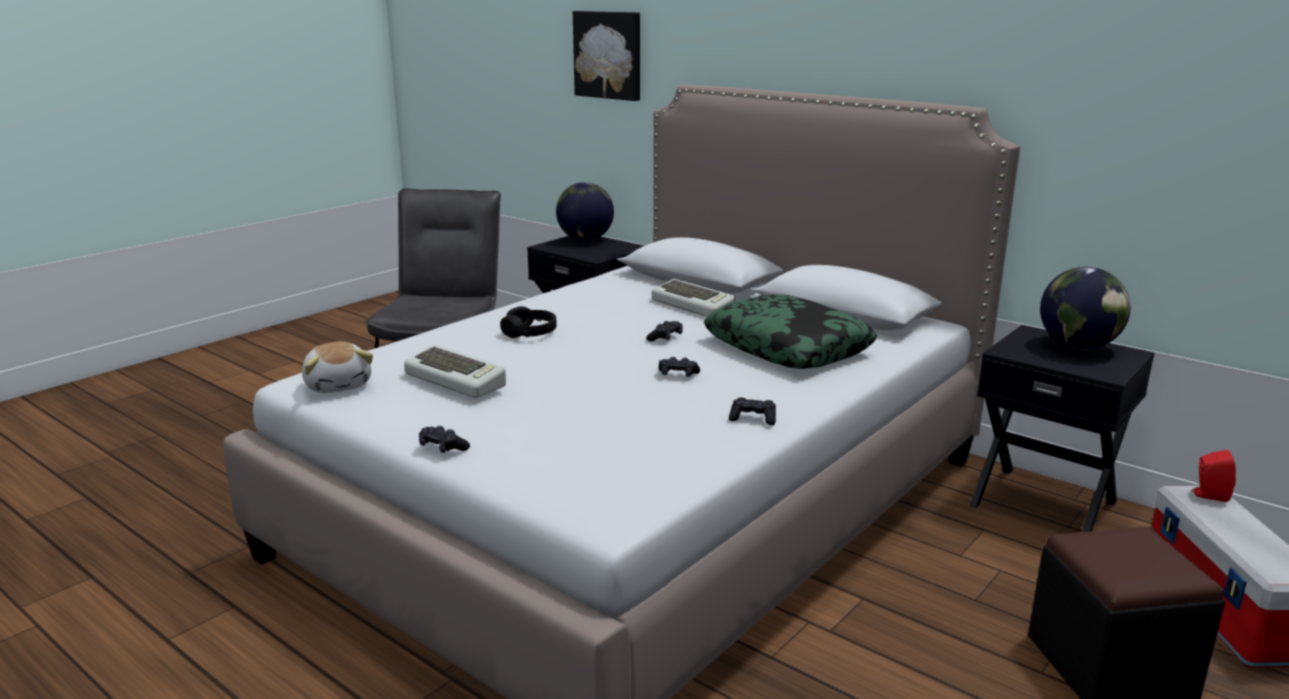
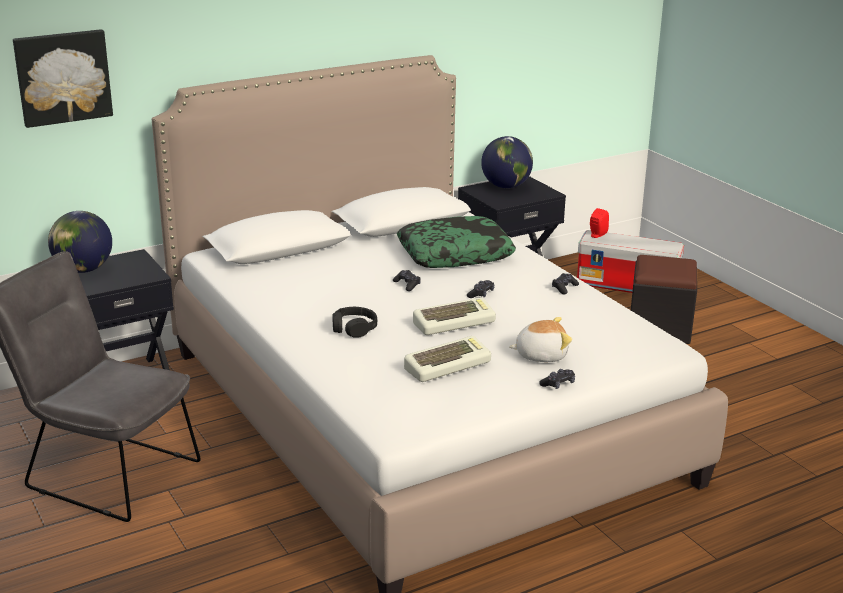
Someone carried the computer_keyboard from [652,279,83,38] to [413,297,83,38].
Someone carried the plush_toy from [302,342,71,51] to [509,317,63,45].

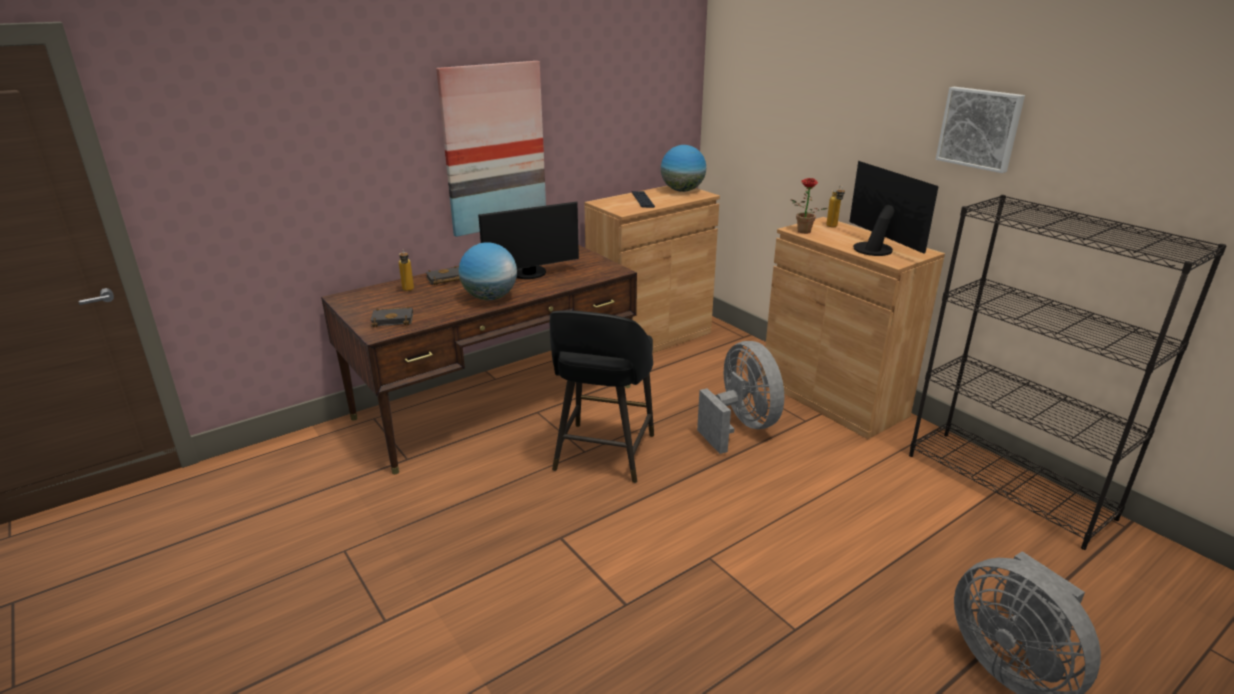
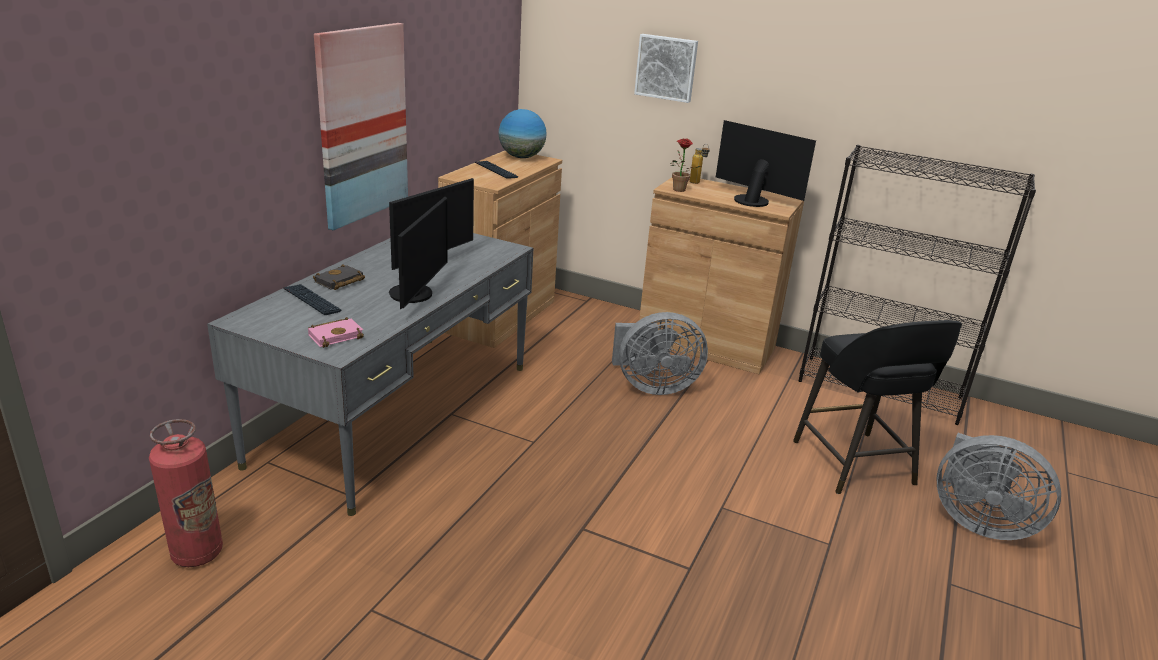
Someone carried the wall_picture from [936,87,89,86] to [634,34,64,69].
Someone swapped the globe at [459,243,58,57] for the computer_display at [389,197,59,112].
Someone repainted the brown-coloured_desk_unit at [321,245,316,229], which became the gray_desk_unit at [207,233,326,283].
Someone swapped the bottle at [399,250,15,41] for the computer_keyboard at [283,284,58,31].
Someone repainted the blackish_volume at [370,306,43,21], which became the pinkish_volume at [308,317,56,31].
Someone carried the blackish_stool from [550,310,104,173] to [793,320,169,174].
Someone rotated the gray_electric_fan at [697,341,87,113] by 135 degrees clockwise.
Someone put down the fire_extinguisher at [149,419,74,148].

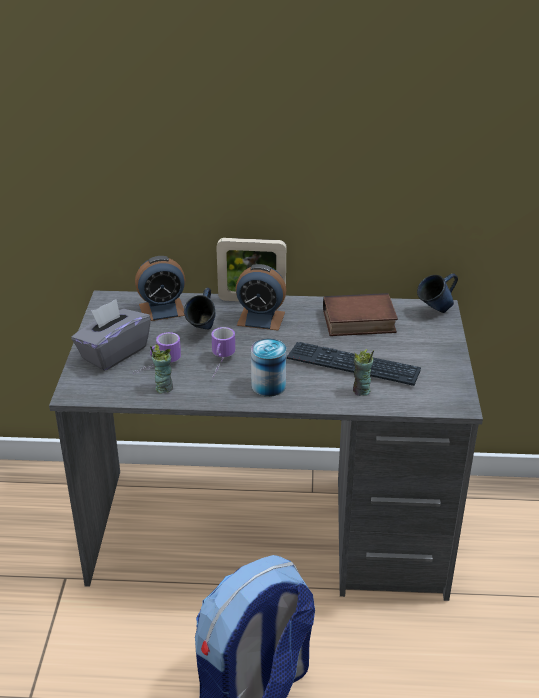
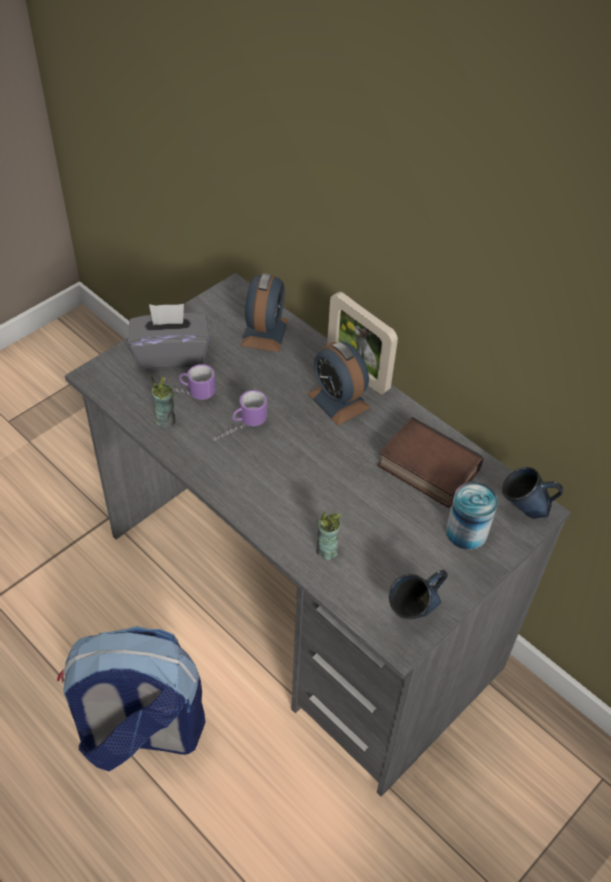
Someone rotated the bedside_clock at [135,256,50,65] by 105 degrees counterclockwise.
Someone carried the bluish_mug from [184,288,32,42] to [389,570,59,49].
Someone carried the metal_can from [251,338,35,59] to [446,482,52,68].
Someone took away the computer_keyboard at [287,342,134,44].

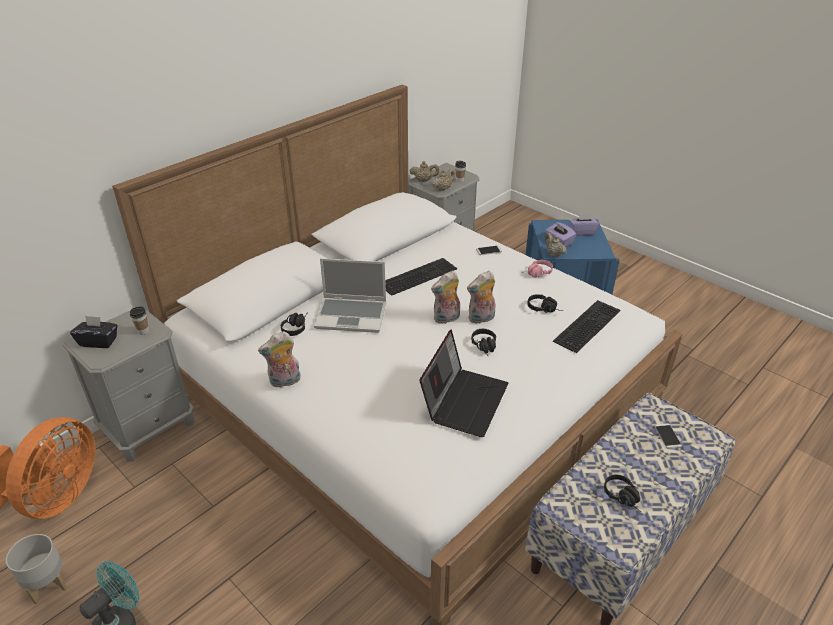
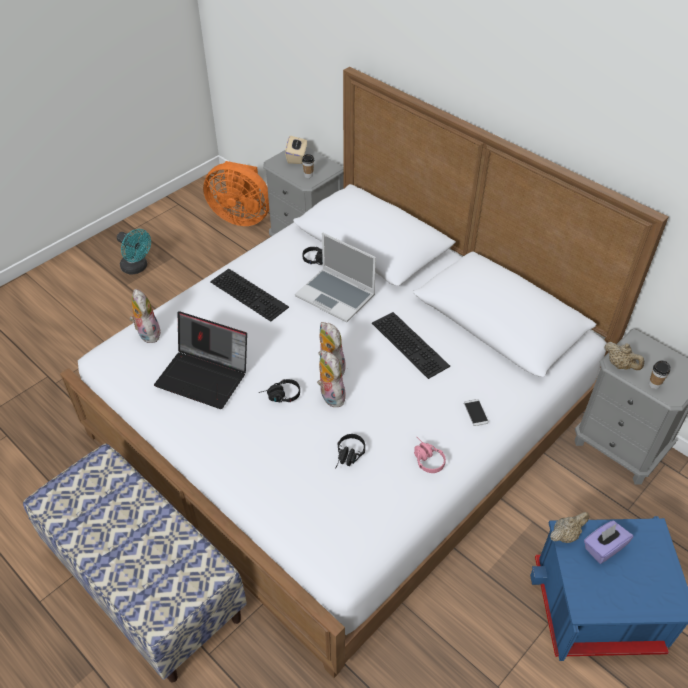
Someone took away the sand-coloured_tea_pot at [410,161,29,21].
Someone took away the purple-coloured_box_of_tissues at [569,213,30,23].
Someone rotated the portable_computer at [314,258,72,75] by 60 degrees counterclockwise.
Someone carried the computer_keyboard from [553,300,68,53] to [210,269,79,52].
Someone repainted the blackish_box_of_tissues at [70,316,47,32], which became the sand-coloured_box_of_tissues at [285,136,22,28].
Someone carried the plush_toy from [258,331,43,57] to [130,289,31,54].
Someone took away the telephone at [655,423,27,26].
Someone took away the blackish_headset at [604,475,37,37].
Someone took away the gray_plant_pot at [6,534,61,70].

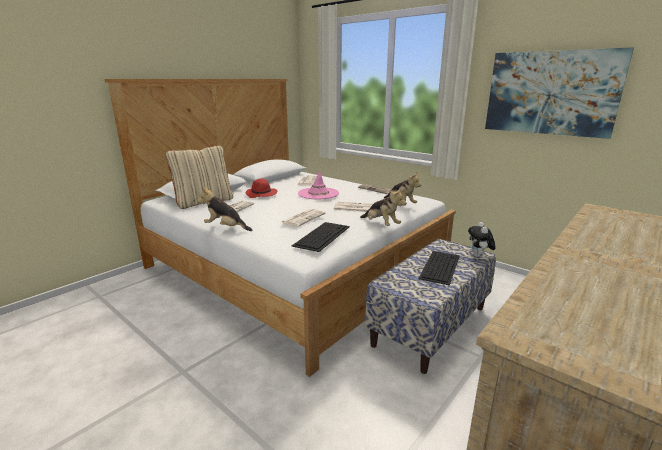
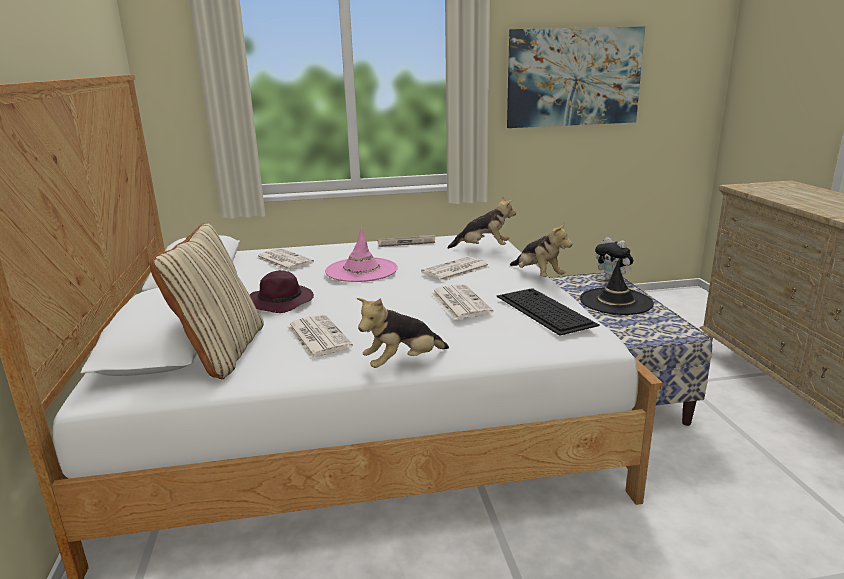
Someone repainted the red_wearable_hat at [246,179,31,19], which became the purple-coloured_wearable_hat at [250,270,64,43].
Someone rotated the plush_toy at [360,189,46,37] by 60 degrees clockwise.
Someone swapped the computer_keyboard at [419,251,41,35] for the blackish_wearable_hat at [580,260,74,55].

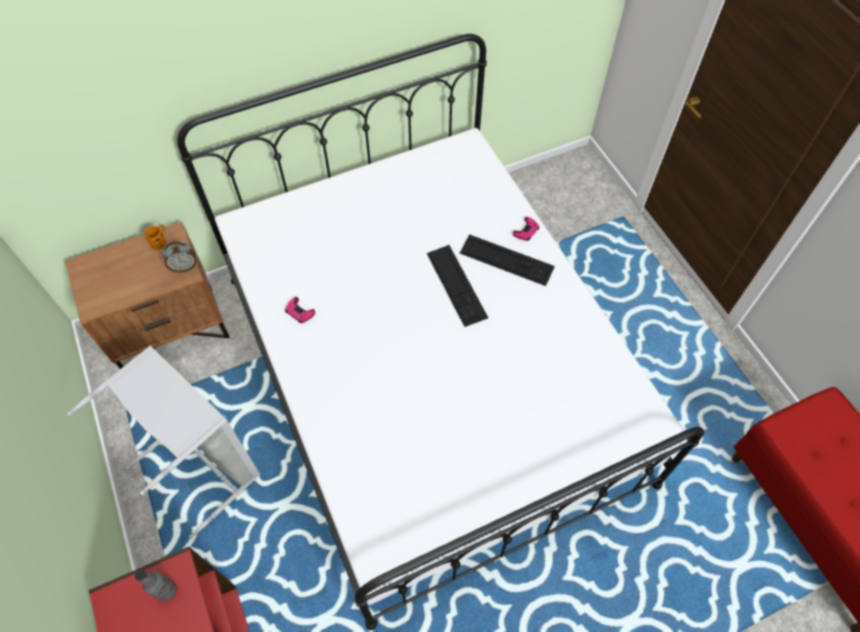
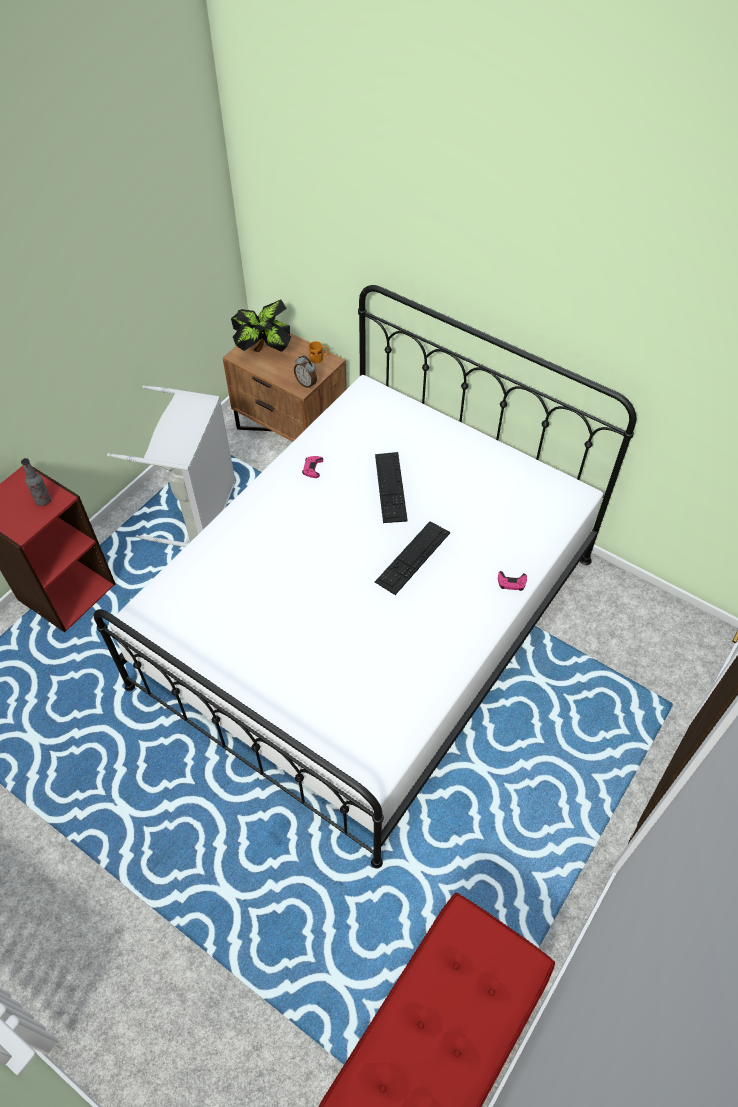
Someone carried the computer_keyboard from [460,234,95,52] to [375,452,33,71].
Someone put down the plant_in_a_pot at [231,300,60,52].

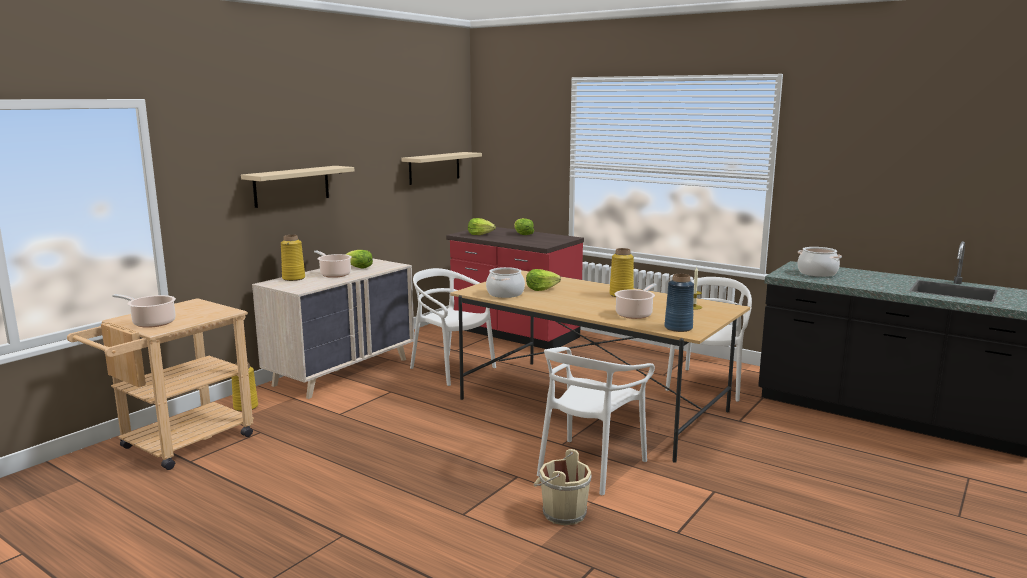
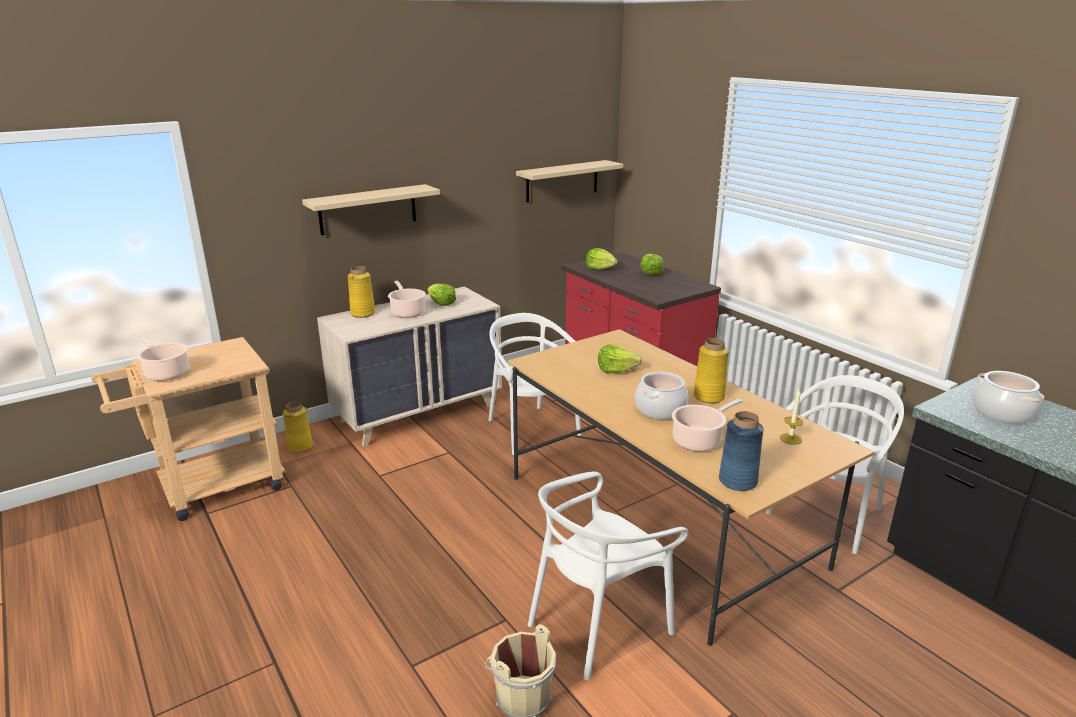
Someone carried the stockpot from [486,267,39,31] to [635,372,53,48].

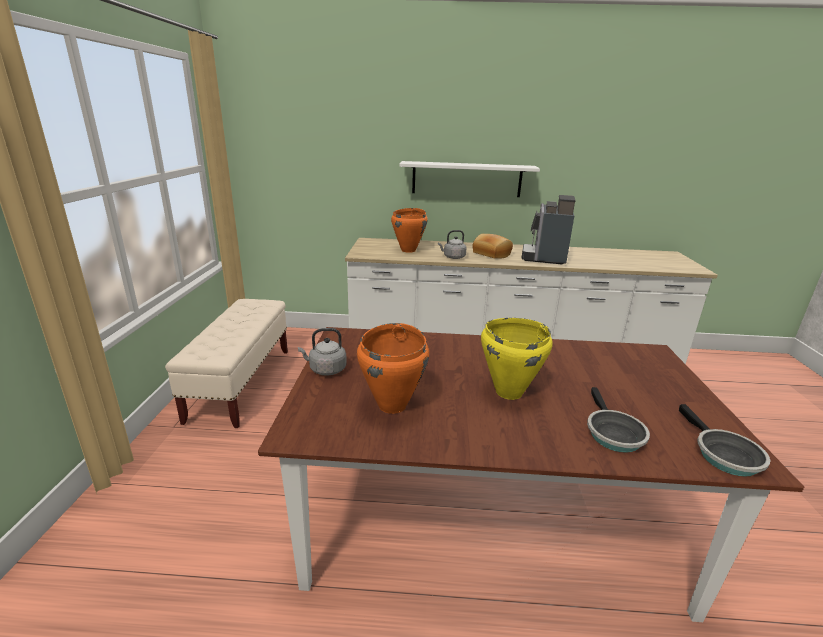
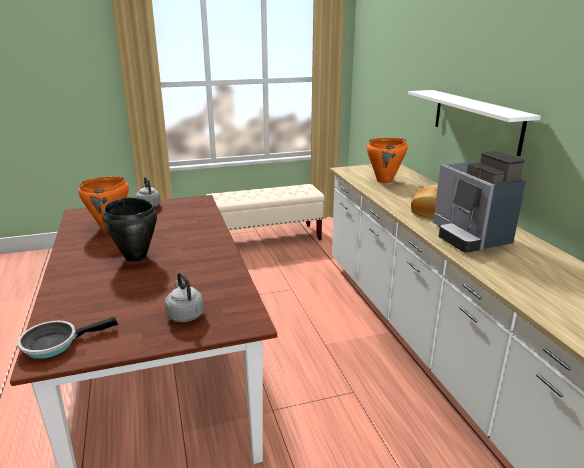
Someone rotated the coffee_machine at [521,195,55,69] by 105 degrees counterclockwise.
Someone carried the gray_kettle from [438,230,28,29] to [165,272,39,50].
Someone repainted the yellow_stockpot at [481,318,72,82], which became the blackish_stockpot at [102,198,55,64].
Someone took away the pan at [587,387,63,65].

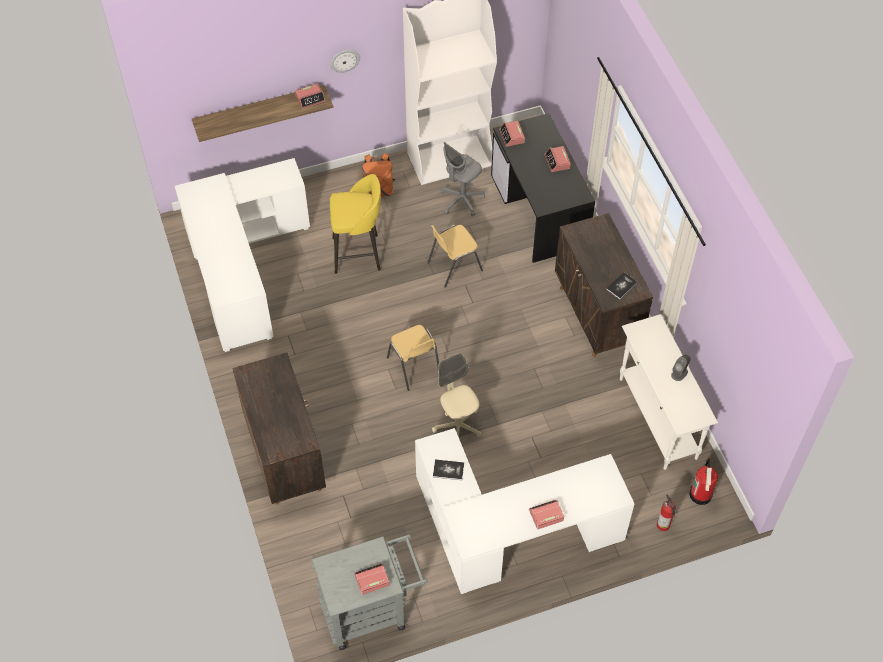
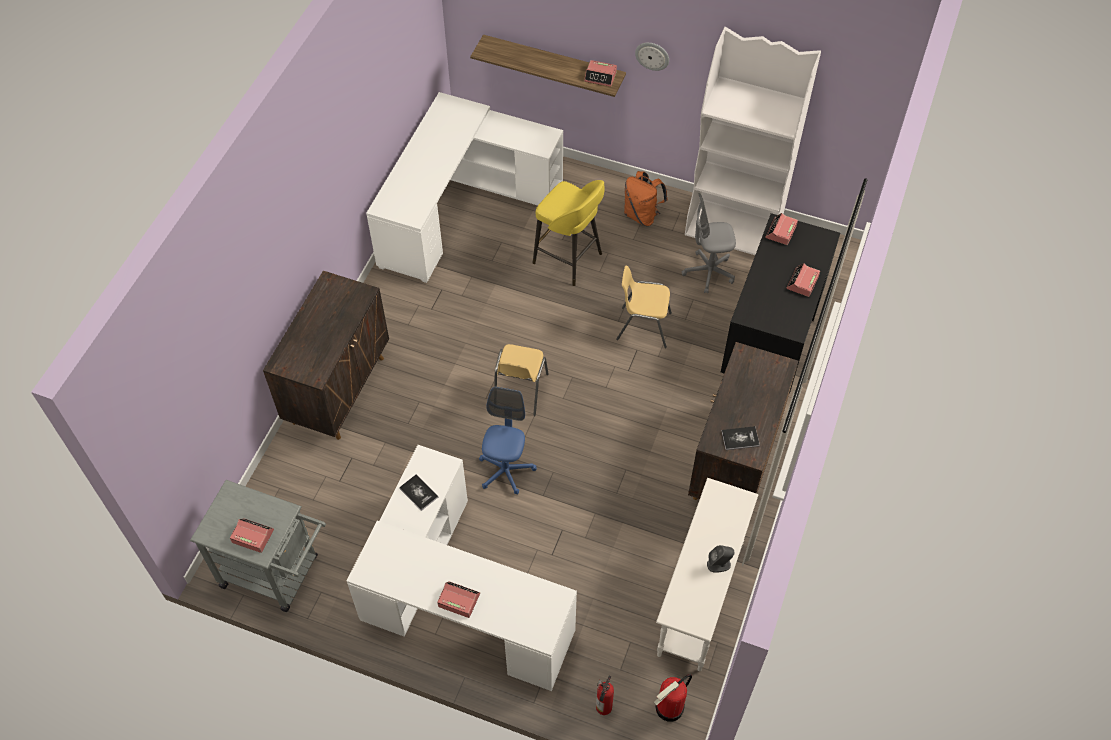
Someone repainted the sand-coloured_office_chair at [432,353,50,84], which became the bluish_office_chair at [479,387,58,107].

